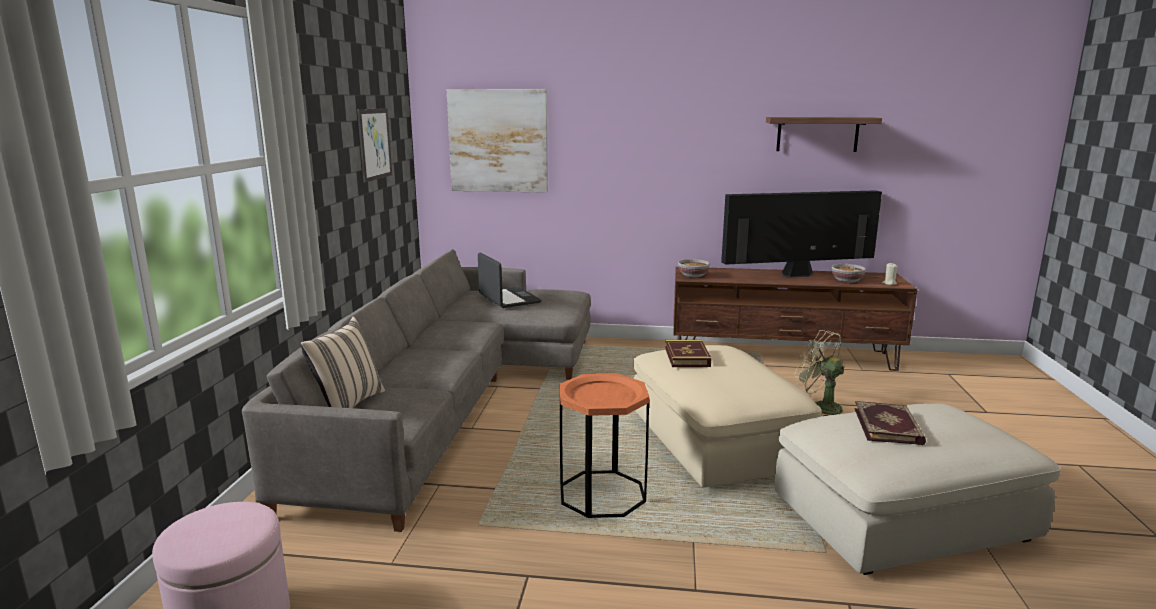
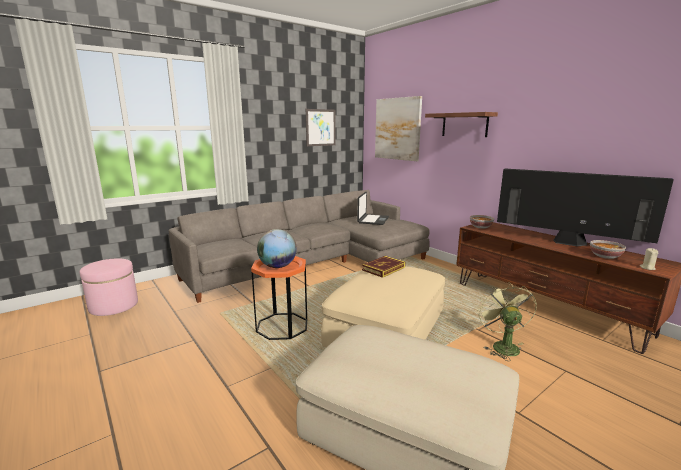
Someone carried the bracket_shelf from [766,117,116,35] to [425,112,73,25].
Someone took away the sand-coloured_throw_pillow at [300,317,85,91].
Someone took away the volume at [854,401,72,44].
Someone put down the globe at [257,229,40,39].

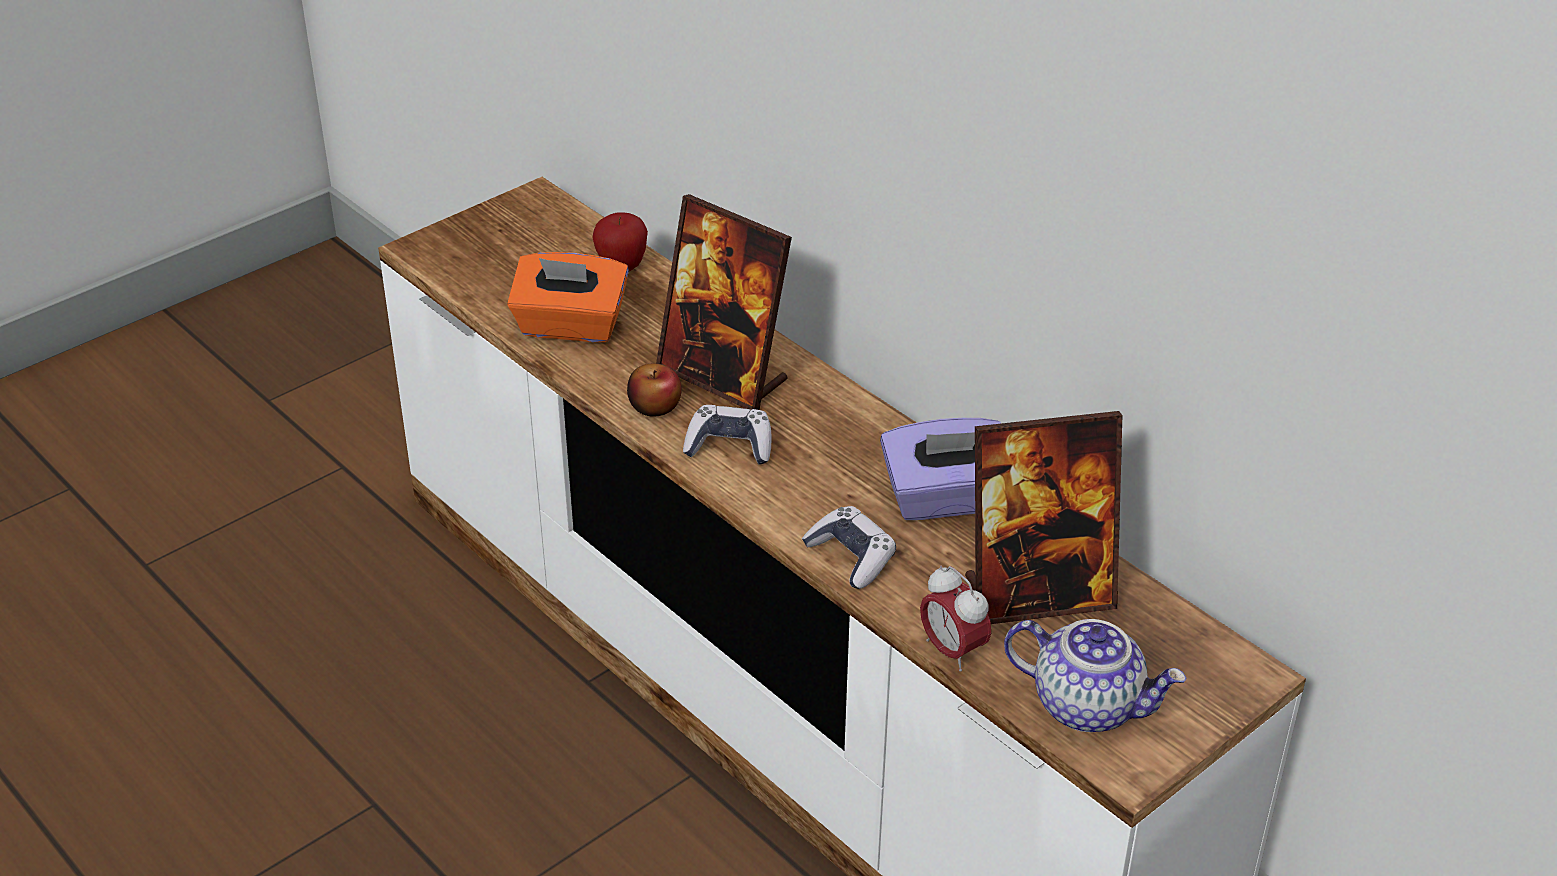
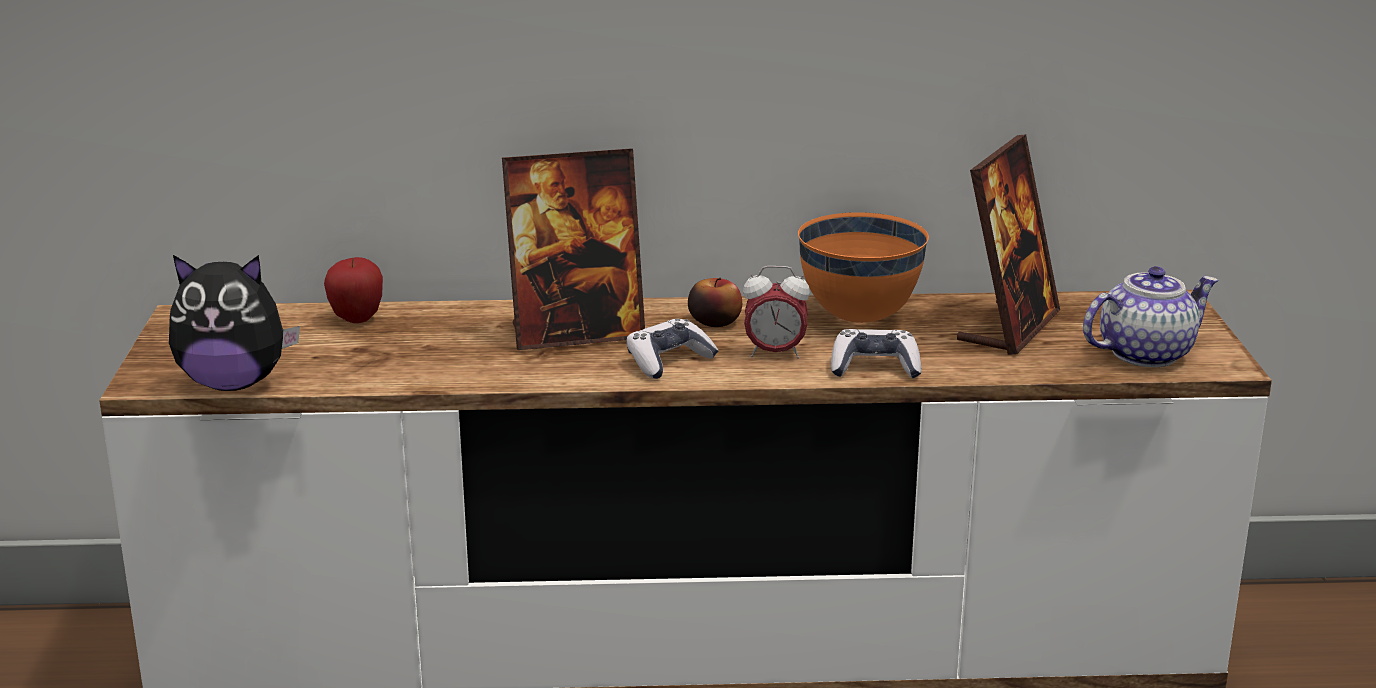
Someone took away the orangey_box_of_tissues at [507,252,122,90].
Someone carried the apple from [627,363,55,53] to [688,278,54,49].
Someone swapped the purple-coloured_box_of_tissues at [880,418,121,102] for the orangey_deep_dish at [798,212,131,111].
Someone carried the bedside_clock from [920,565,71,107] to [743,266,67,93].
Someone put down the plush_toy at [169,255,131,136].

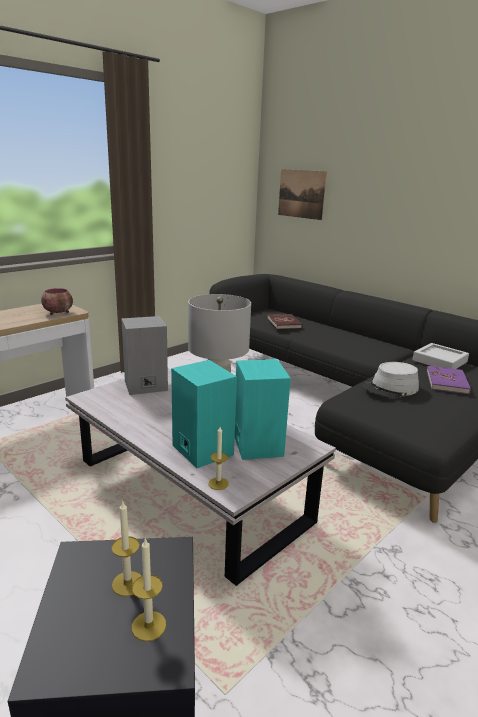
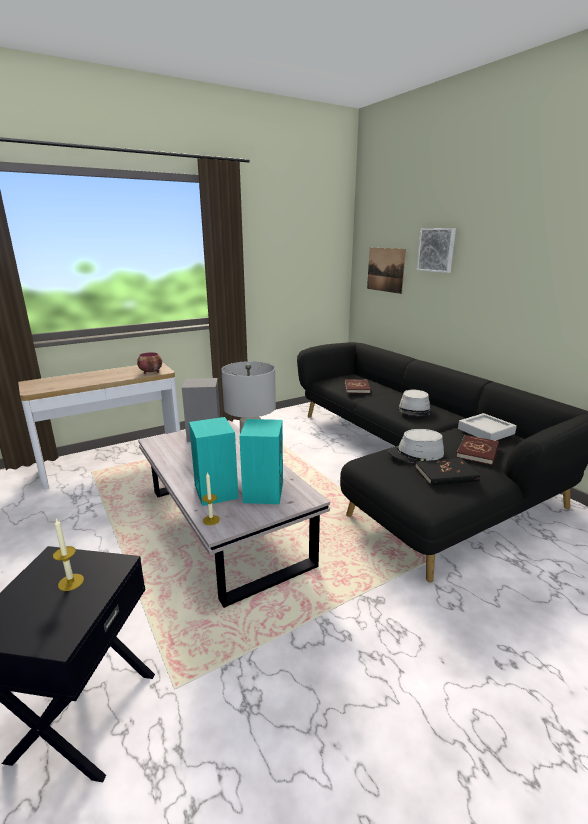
Someone repainted the purple-coloured_volume at [427,366,44,28], which became the red_volume at [456,435,43,30].
Someone took away the wax_candle at [132,538,34,104].
Someone put up the wall_picture at [417,228,39,45].
Someone put down the gray_wearable_hat at [399,390,31,26].
Someone put down the blackish_volume at [415,458,65,28].

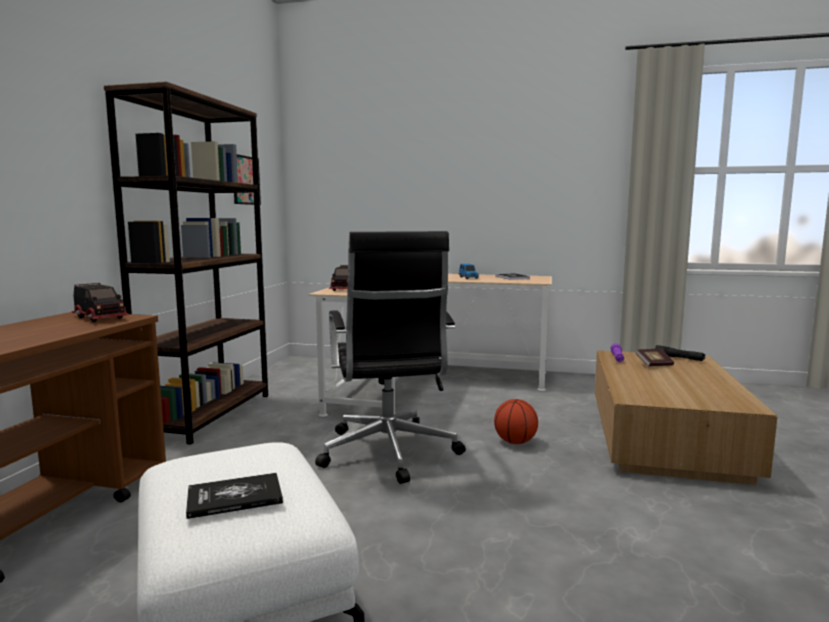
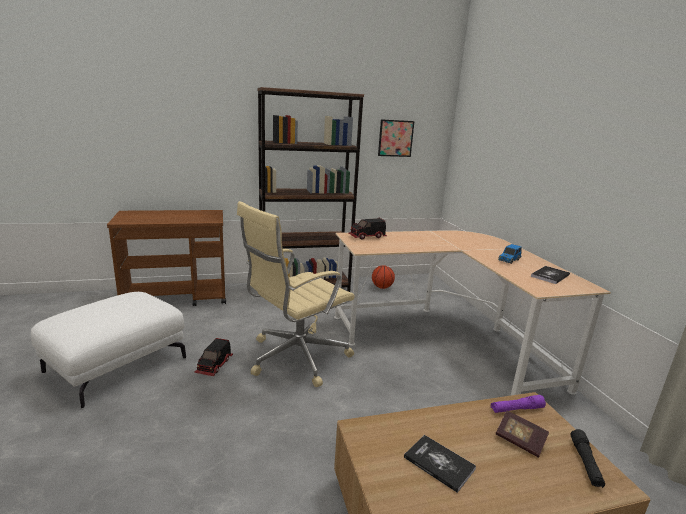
Someone repainted the blackish_office_chair at [315,231,151,253], which became the sand-coloured_office_chair at [237,201,118,186].
Someone carried the toy_truck from [72,283,58,39] to [194,338,39,38].
Someone carried the ball_for_basketball from [494,399,44,45] to [372,265,23,24].
Someone carried the volume from [186,473,97,46] to [404,435,72,58].

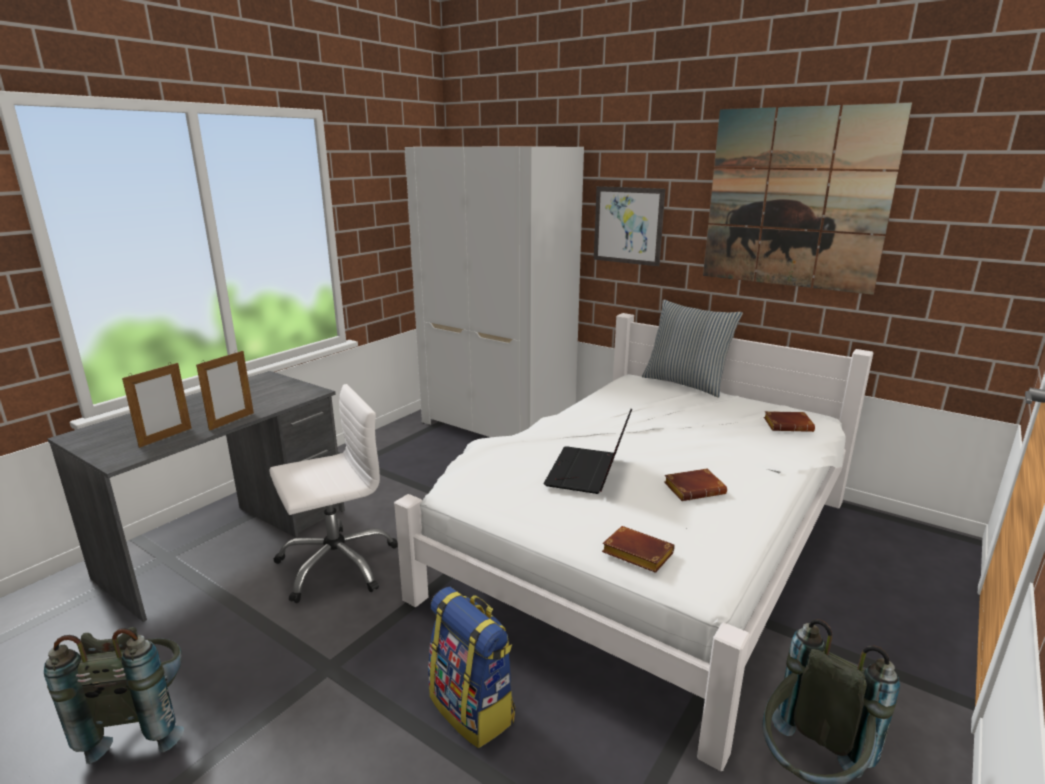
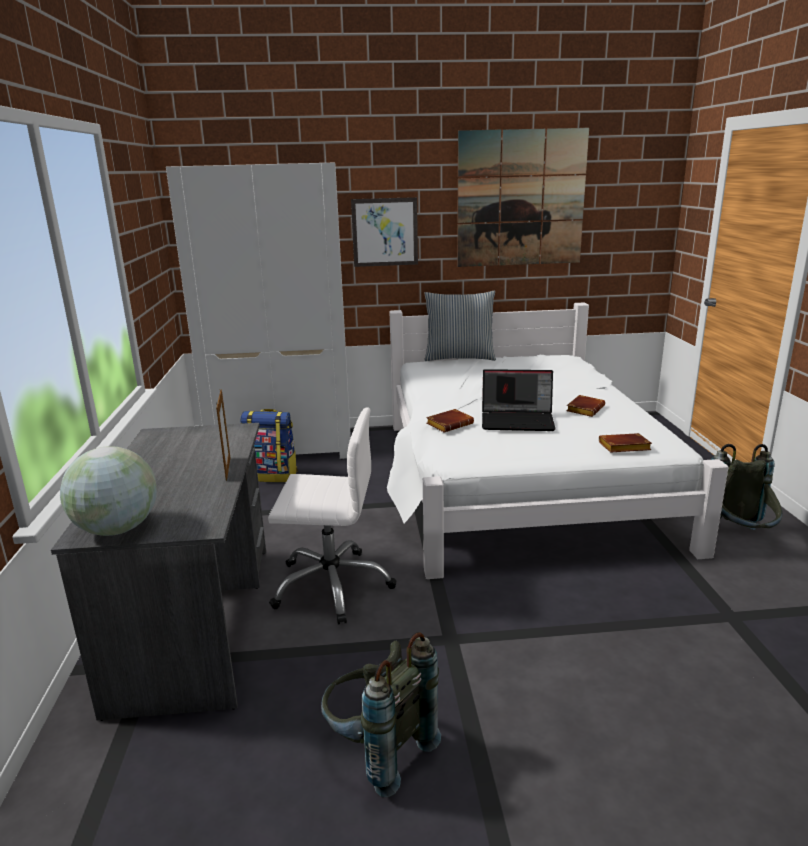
Someone took away the photo_frame at [122,362,70,86].
Someone rotated the whitish_office_chair at [269,384,129,219] by 75 degrees clockwise.
Someone rotated the portable_computer at [544,409,88,85] by 60 degrees counterclockwise.
Someone carried the brown-coloured_volume from [764,411,51,21] to [426,409,48,24].
Someone carried the rucksack from [428,587,87,161] to [240,409,58,74].
Someone put down the globe at [60,446,97,90].

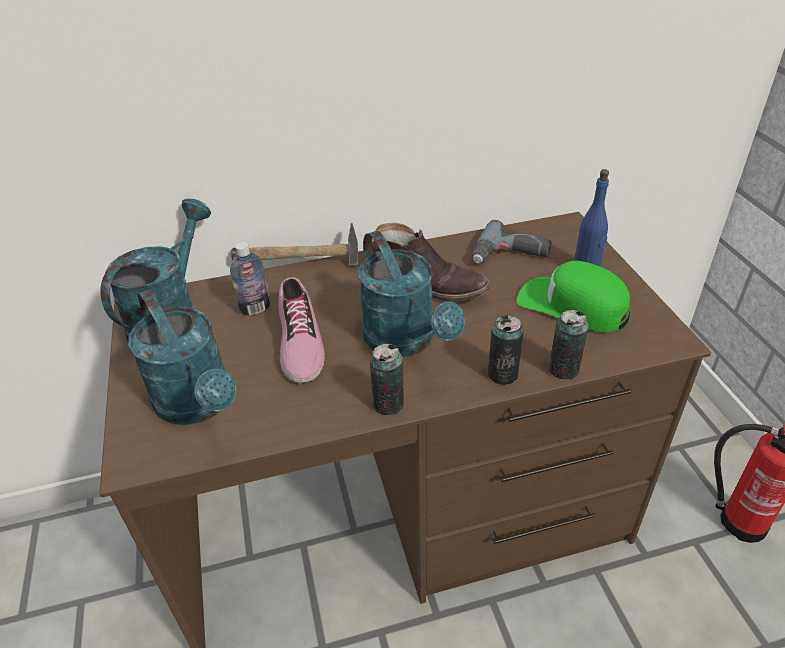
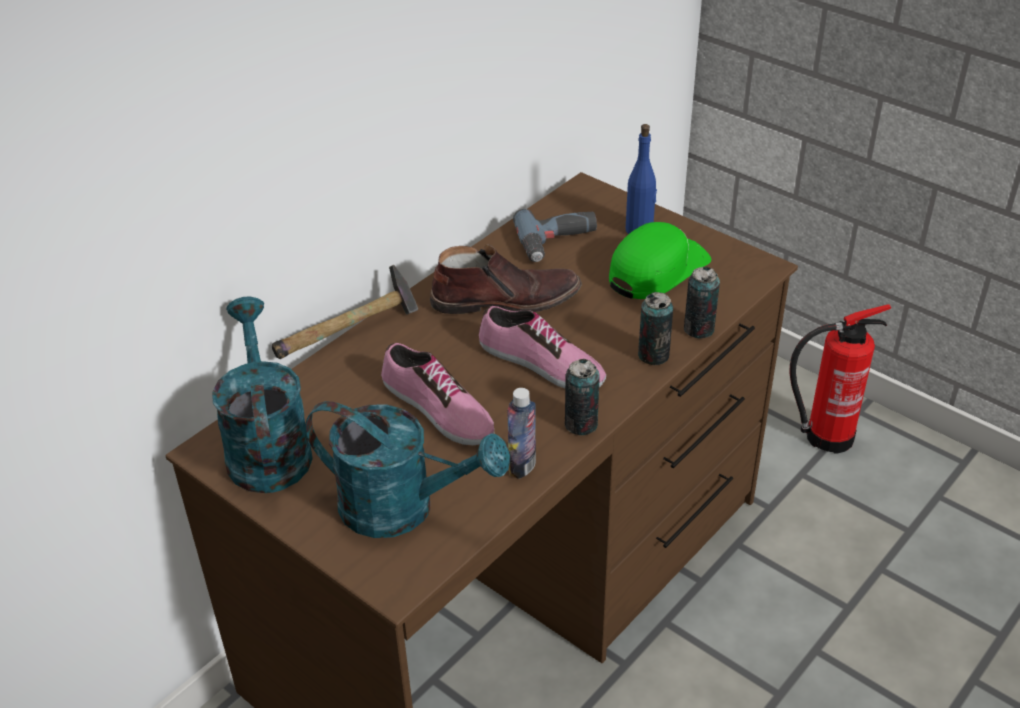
Someone swapped the blue-green_watering_pot at [358,231,107,126] for the item_of_footwear at [479,306,127,82].
Someone carried the bottle from [230,242,40,73] to [507,388,29,91].
Someone rotated the green-coloured_peaked_cap at [517,261,113,71] by 135 degrees clockwise.

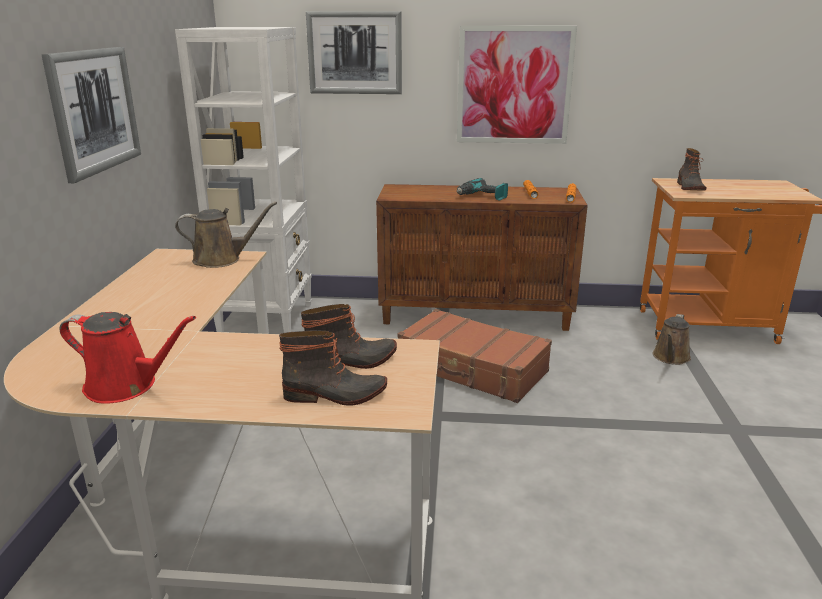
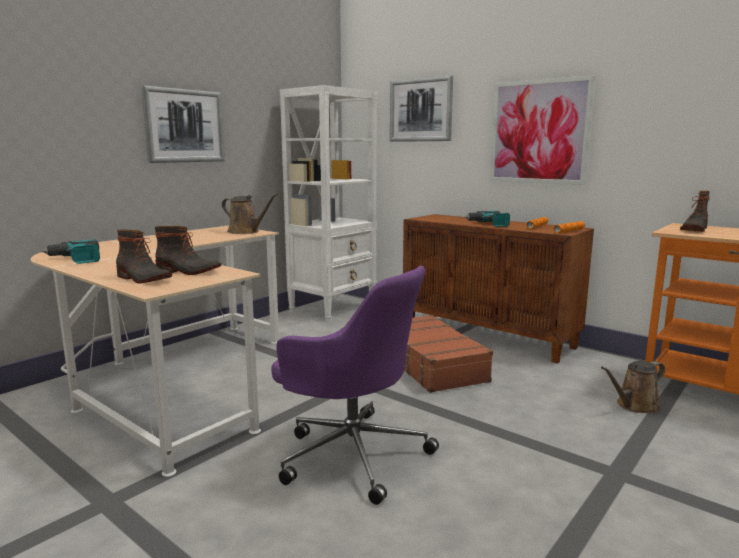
Someone swapped the red_watering_pot at [60,312,136,92] for the power_drill at [41,239,59,25].
Someone put down the purple-coloured_office_chair at [271,266,168,239].

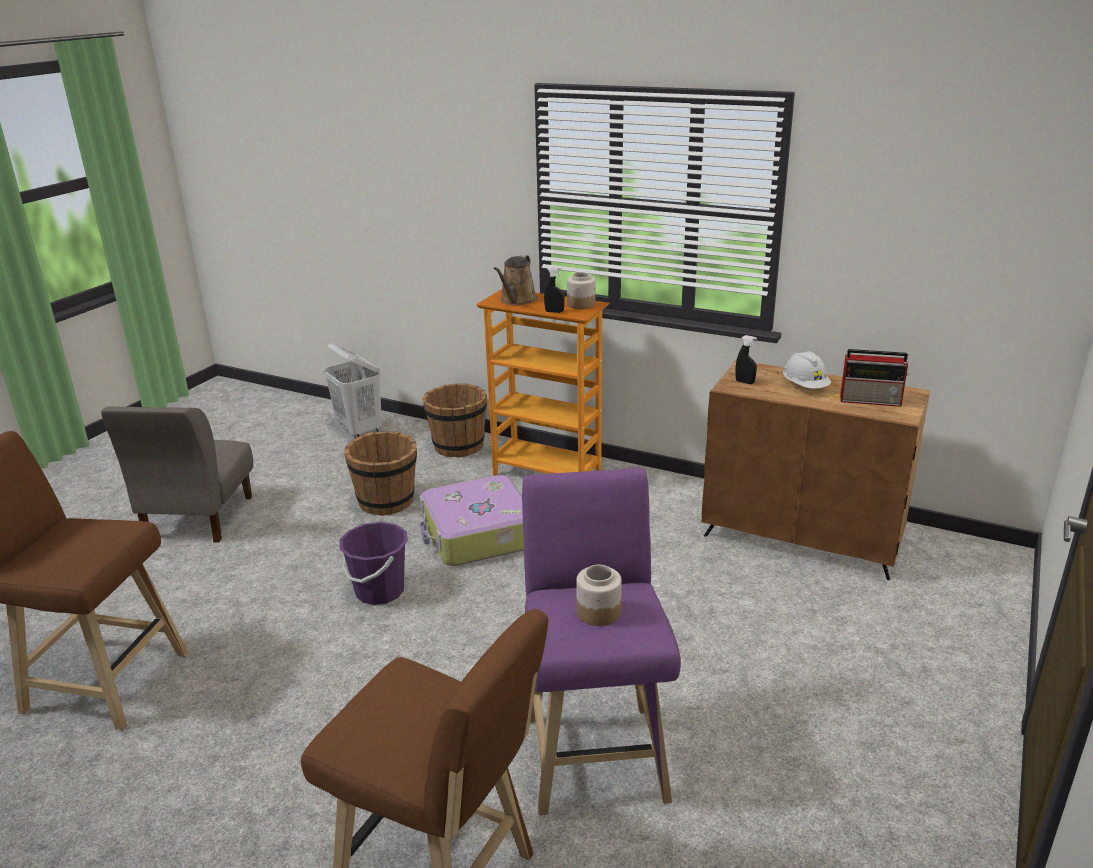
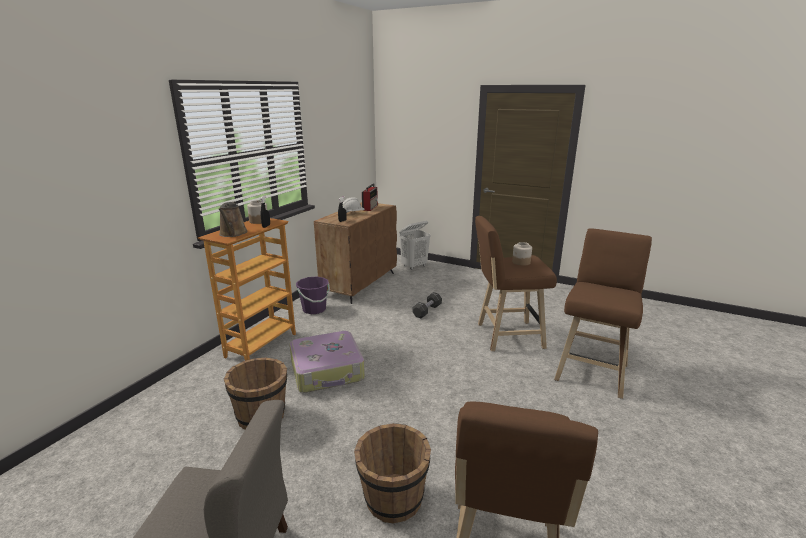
Someone rotated the brown-coloured_watering_pot at [494,255,43,50] by 60 degrees clockwise.
Someone carried the whitish_laundry_basket from [323,343,59,95] to [399,221,32,49].
Someone carried the brown-coloured_pail from [422,383,65,75] to [354,423,77,101].
Someone repainted the purple-coloured_stool at [522,468,159,347], which became the brown-coloured_stool at [475,216,82,135].
Someone carried the purple-coloured_pail from [340,522,68,83] to [296,277,34,37].
Someone put down the blackish_free_weight at [412,292,30,26].

